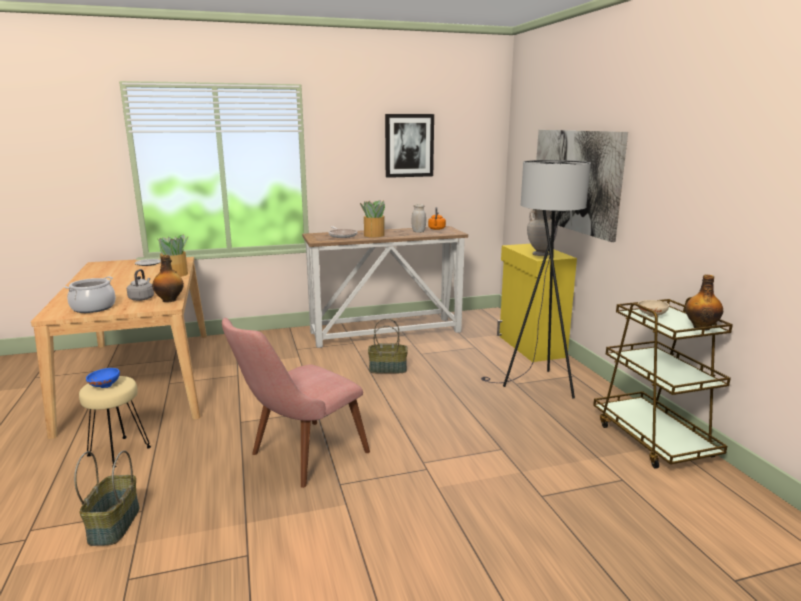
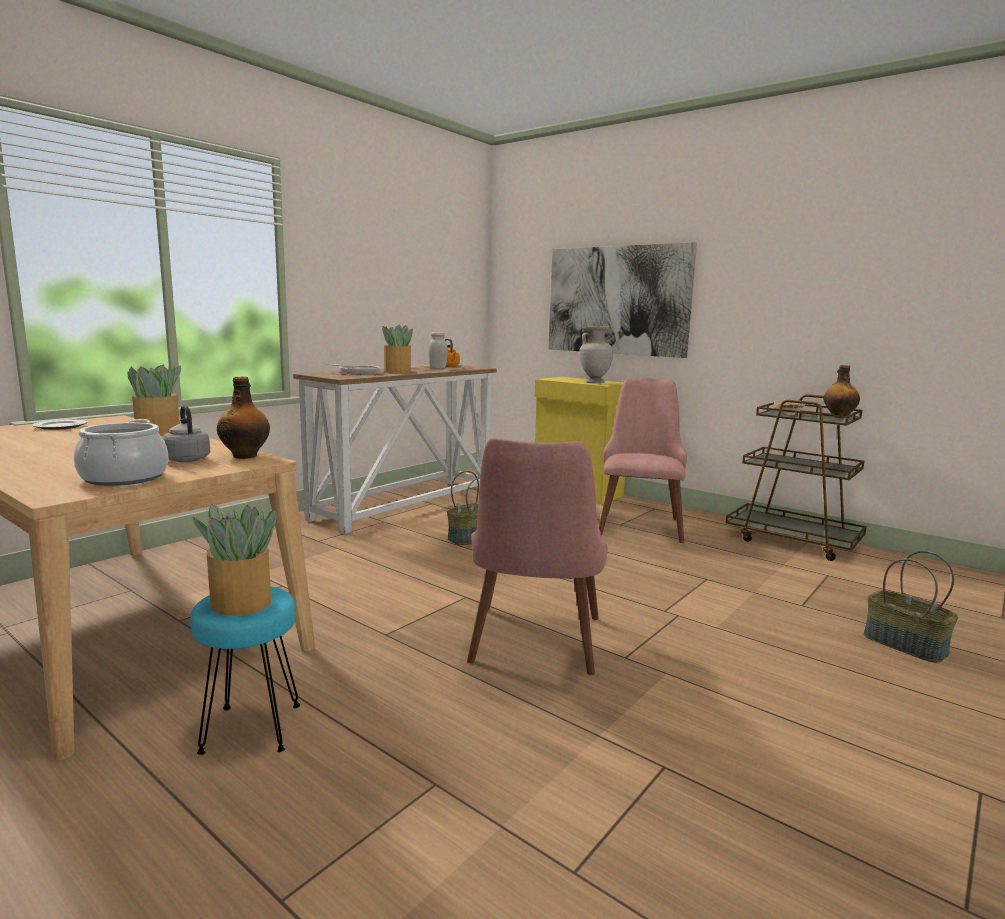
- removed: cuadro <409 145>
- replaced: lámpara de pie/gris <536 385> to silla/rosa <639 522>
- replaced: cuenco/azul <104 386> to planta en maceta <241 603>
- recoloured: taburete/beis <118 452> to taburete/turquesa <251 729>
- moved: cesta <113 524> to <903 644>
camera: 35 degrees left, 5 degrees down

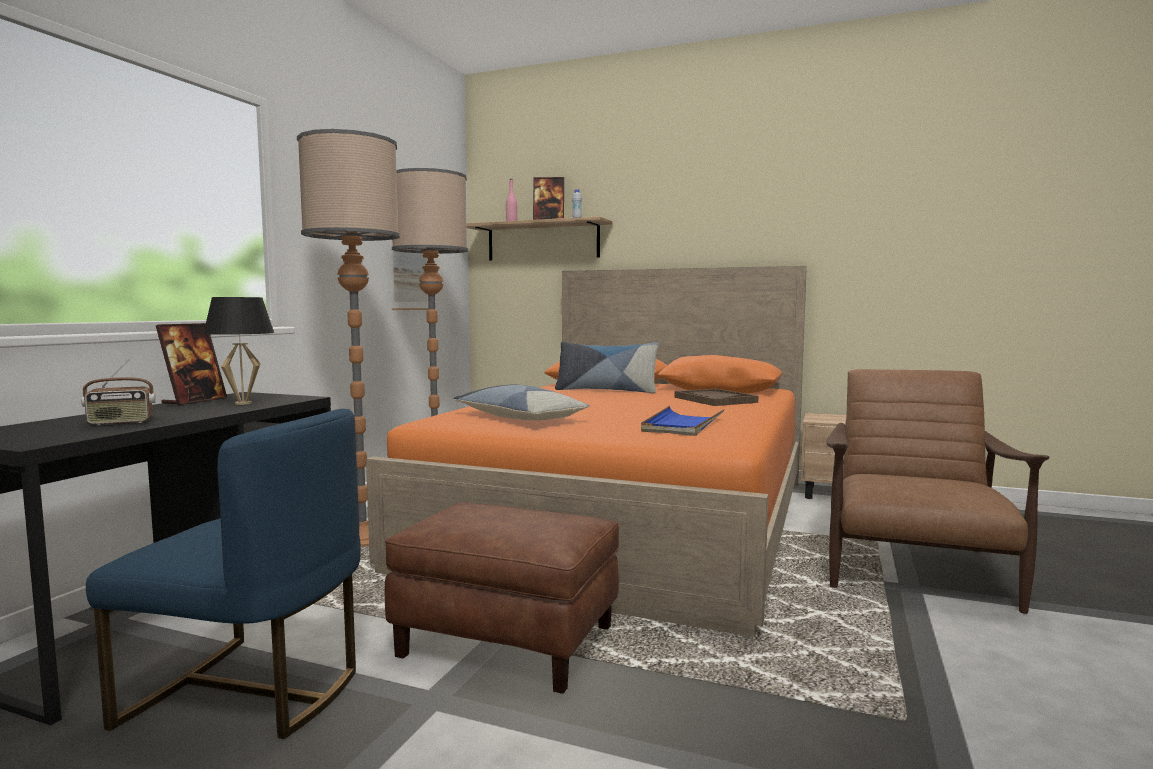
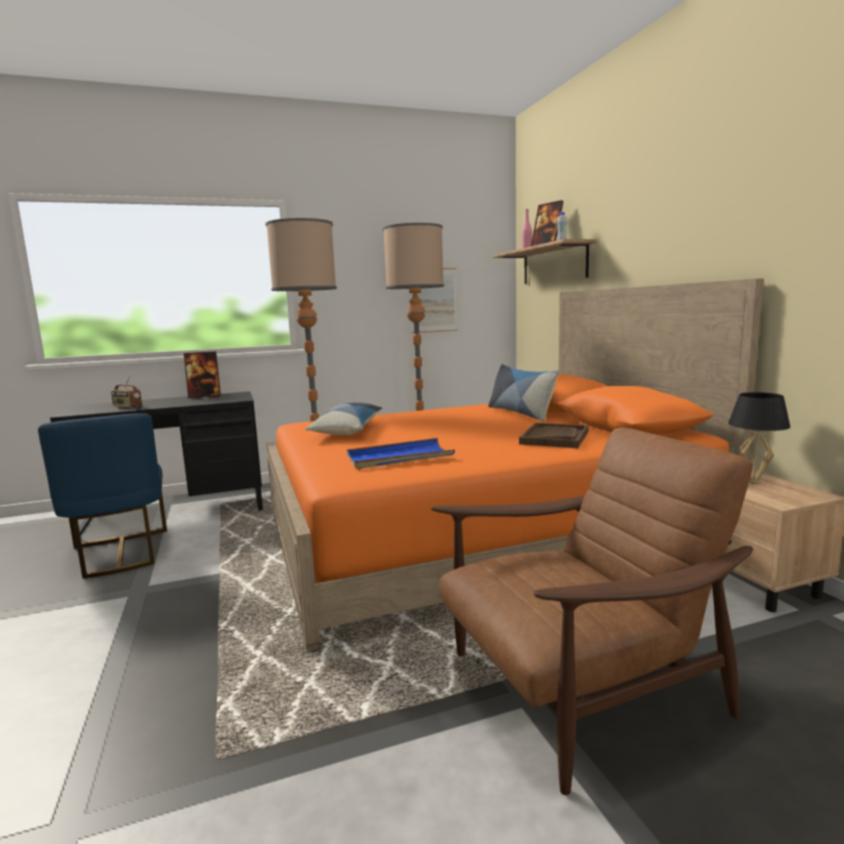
- moved: lámpara de mesa/negro <243 403> to <753 482>
- removed: puf/marrón <508 641>
camera: 50 degrees right, 5 degrees up

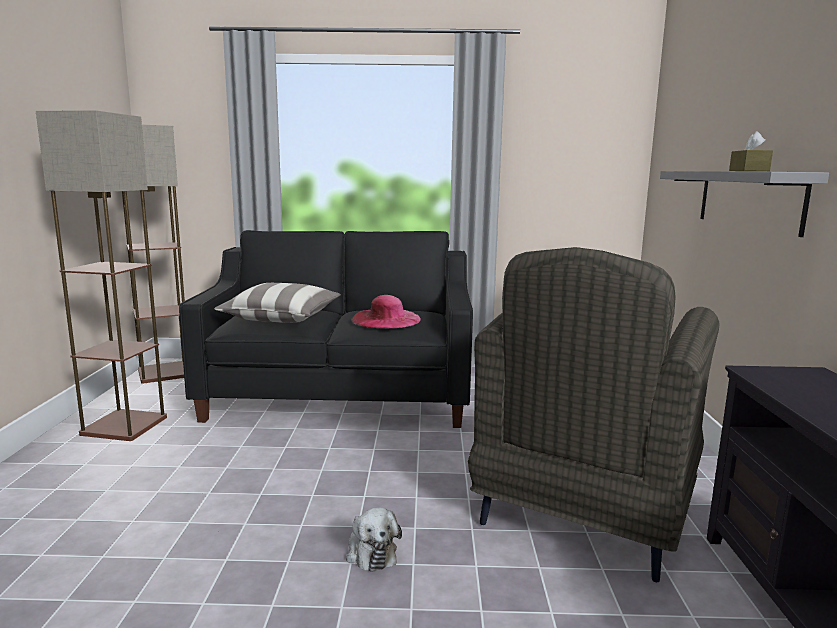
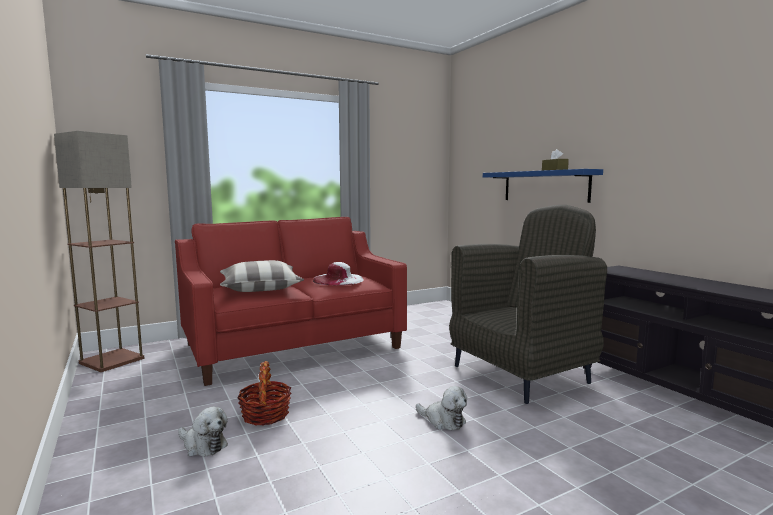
- removed: lámpara de pie <124 425>
- recoloured: estante/gris <748 199> to estante/azul <544 186>
- recoloured: sofá/negro <341 394> to sofá/rojo <292 346>
- turned: sillón/gris <582 517> = <521 374> 120 degrees counterclockwise
- recoloured: sombrero/rosa <386 319> to sombrero/blanco <338 280>
- added: cesta <265 415>
- added: peluche <203 445>
camera: 30 degrees left, 5 degrees down

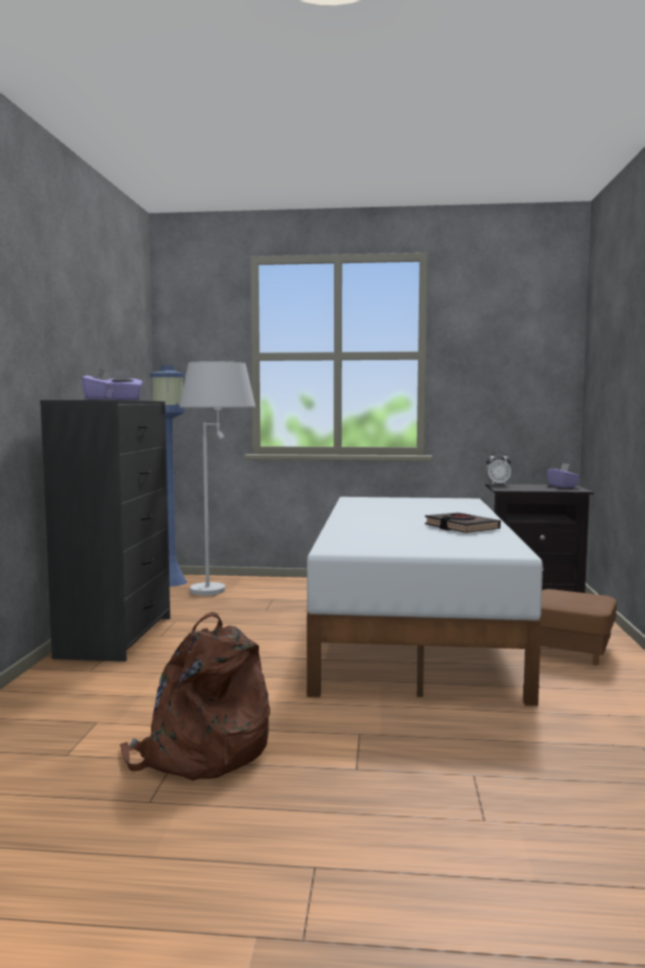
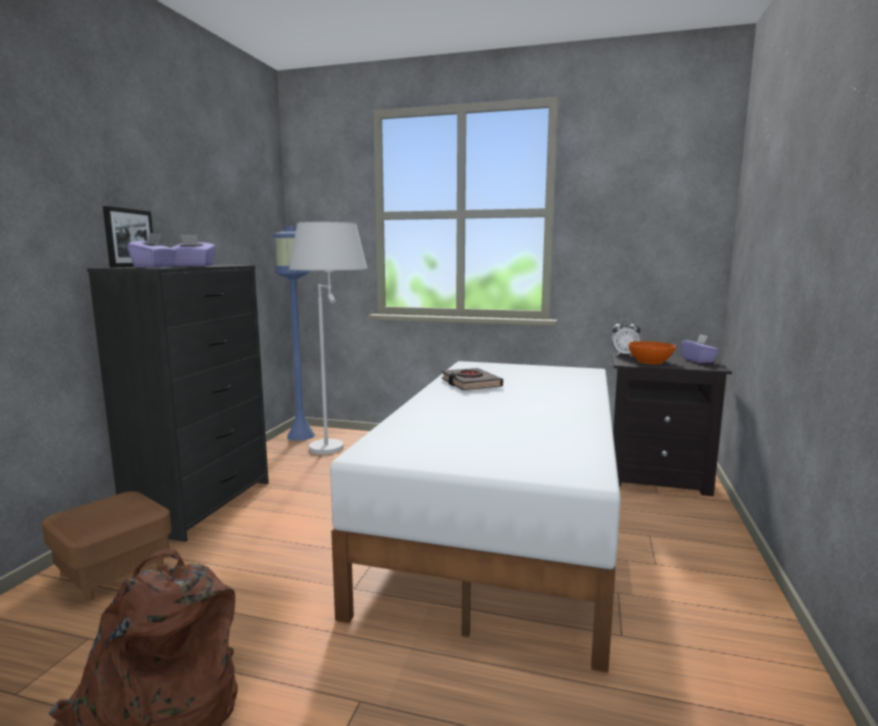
- moved: libro/negro <461 528> to <470 383>
- moved: puf/marrón <571 650> to <114 571>
- added: portarretratos <134 266>
- added: cuenco/naranja <650 362>
camera: 10 degrees right, 5 degrees up

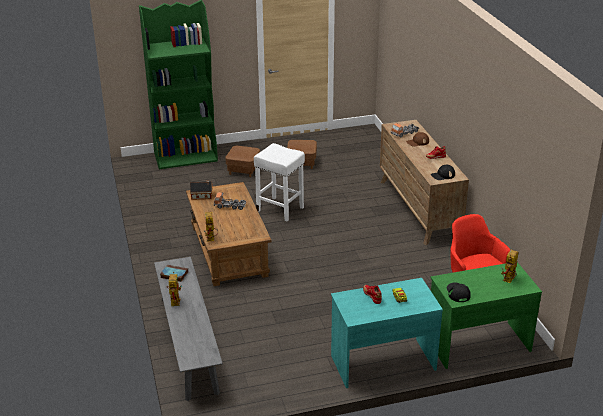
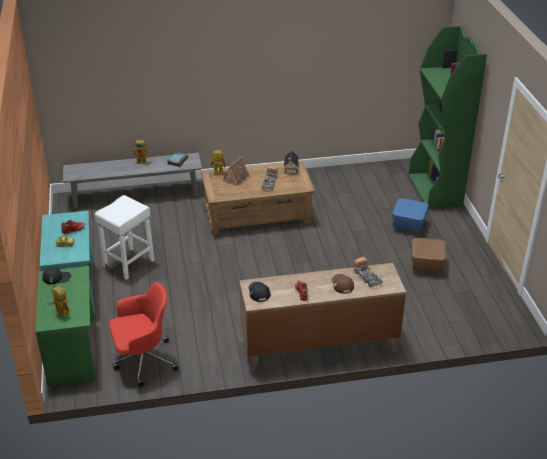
- moved: taburete/blanco <281 209> to <128 264>
- recoloured: puf/marrón <243 170> to puf/azul <408 225>
- added: casita <237 178>
camera: 95 degrees right, 5 degrees up

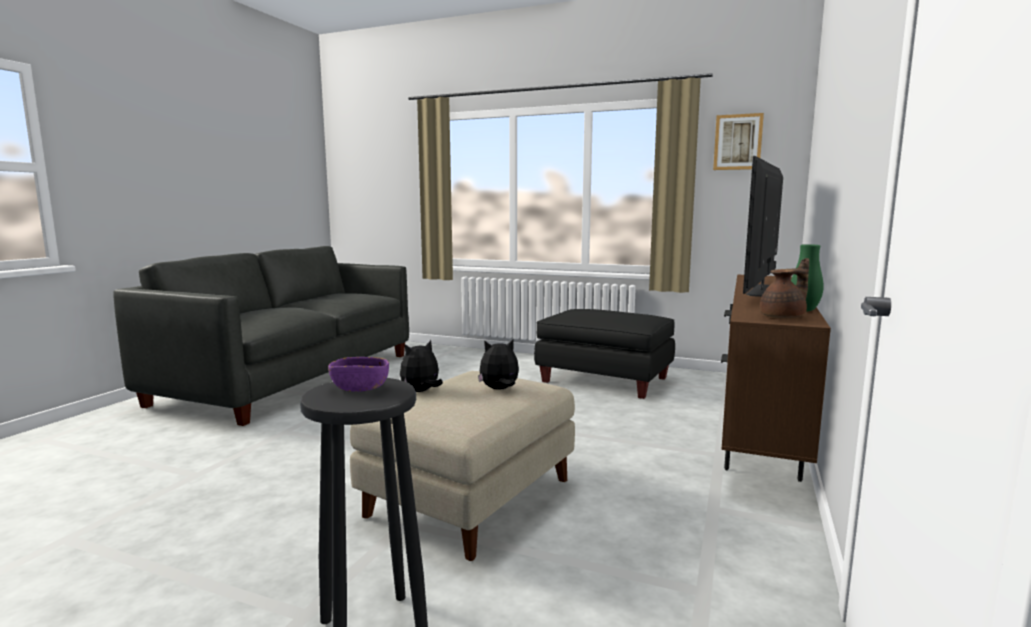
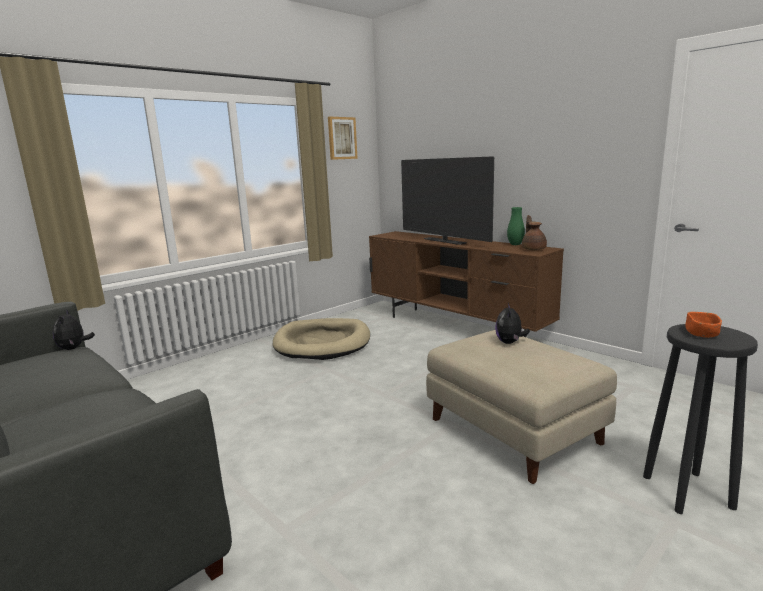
- replaced: puf/negro <605 380> to cama para perro/beis <322 343>
- moved: peluche <421 392> to <74 348>
- recoloured: cuenco/morado <360 388> to cuenco/naranja <701 334>
camera: 65 degrees left, 5 degrees up

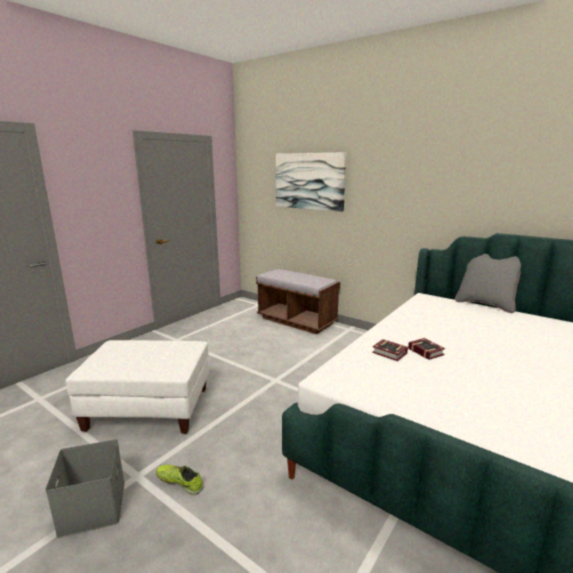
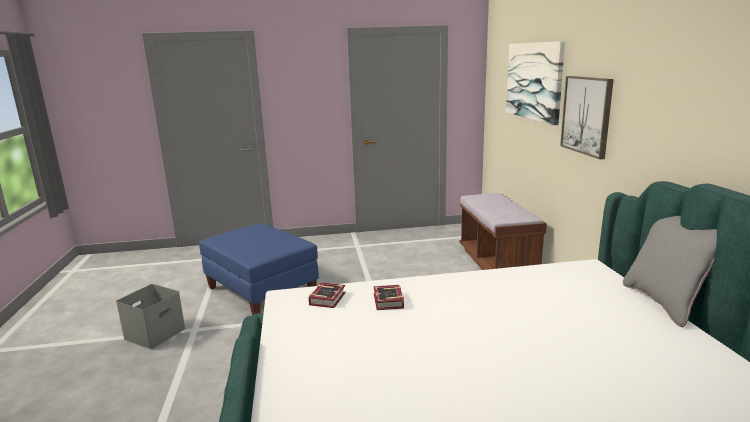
- moved: libro <425 351> to <329 298>
- recoloured: puf/blanco <149 409> to puf/azul <261 291>
- removed: zapato <179 482>
- added: cuadro <587 115>
camera: 45 degrees right, 0 degrees up

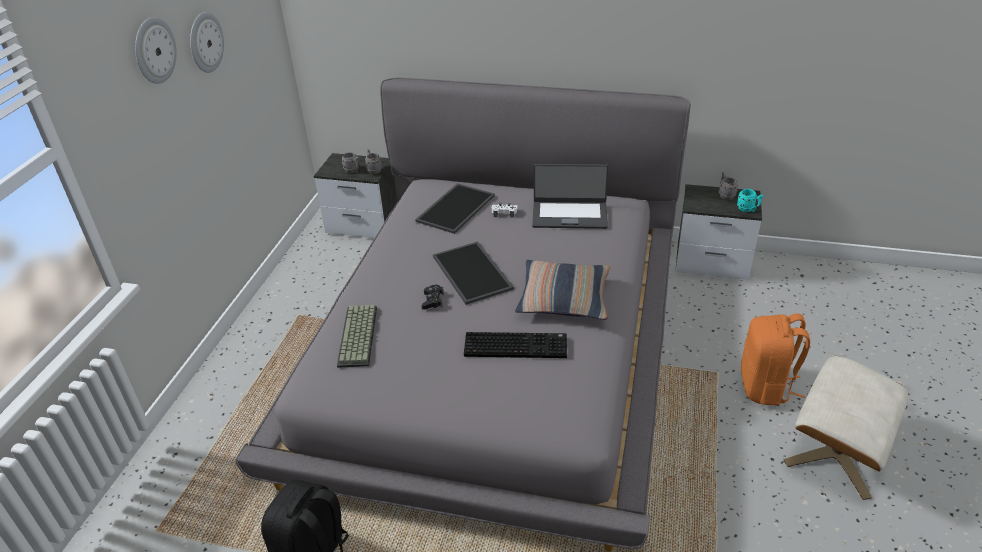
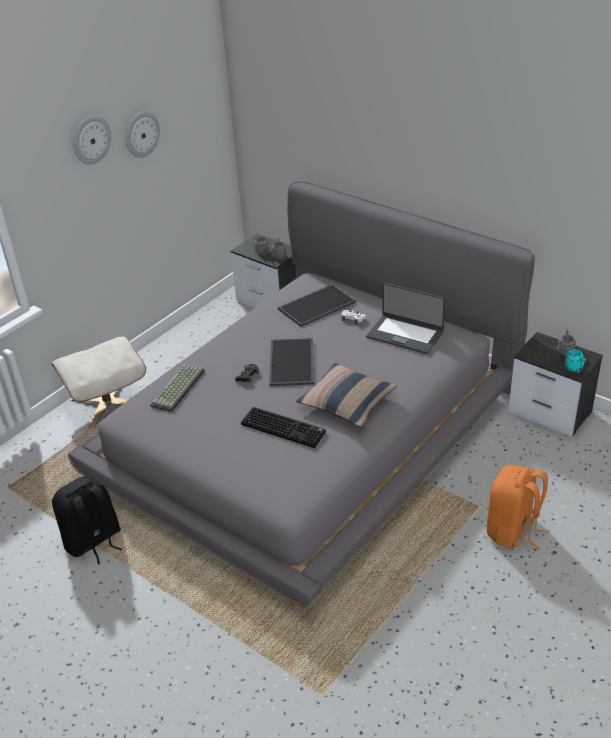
- moved: puf/beis <835 454> to <107 403>
camera: 25 degrees right, 0 degrees up

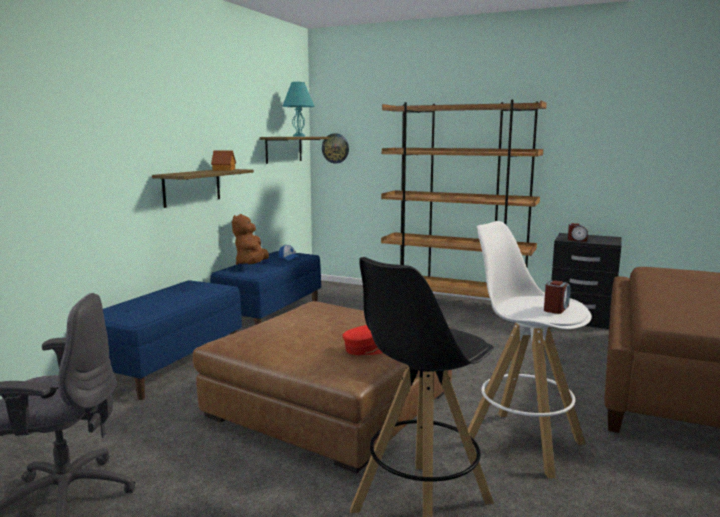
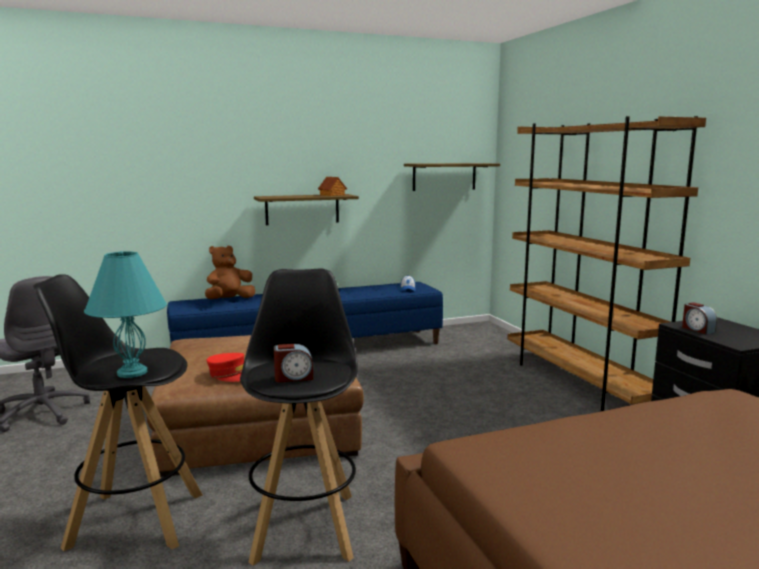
- moved: lámpara de mesa/turquesa <299 136> to <133 372>
- removed: reloj de pared <335 148>
- moved: peluche/marrón <252 264> to <229 300>
- recoloured: taburete/blanco <522 442> to taburete/negro <305 525>
camera: 45 degrees right, 0 degrees up

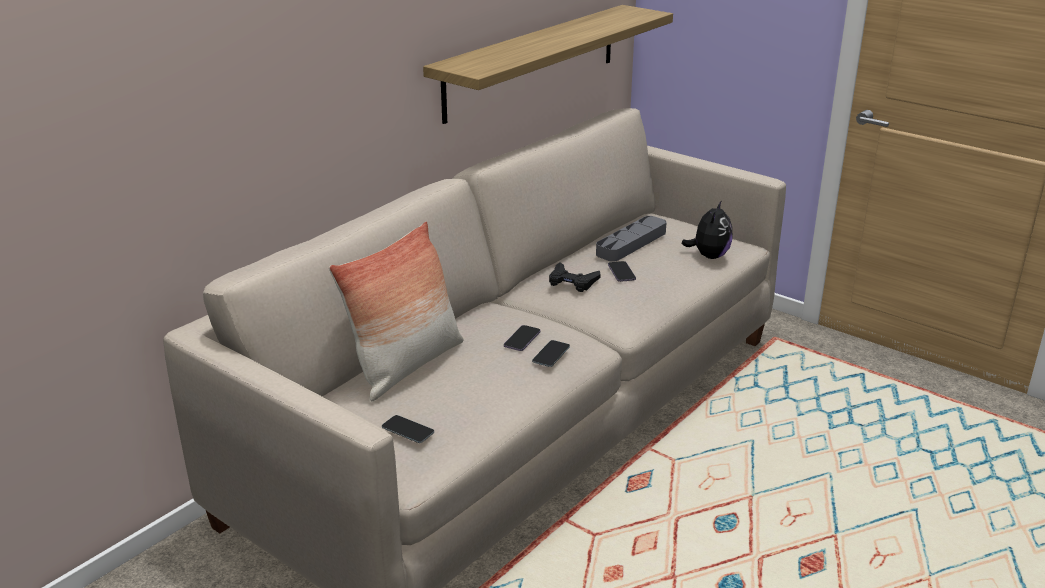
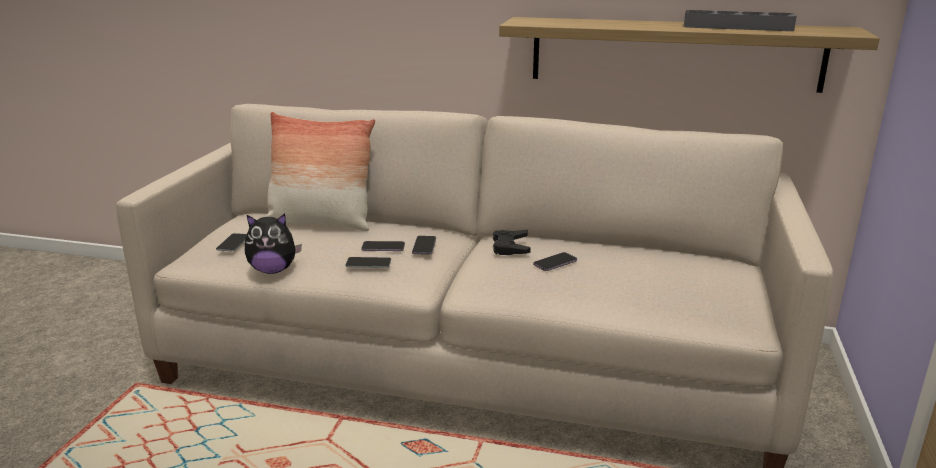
- moved: peluche <709 256> to <273 270>
- moved: bandeja/gris <631 243> to <737 27>
- added: móvil <424 246>
camera: 65 degrees right, 5 degrees down

